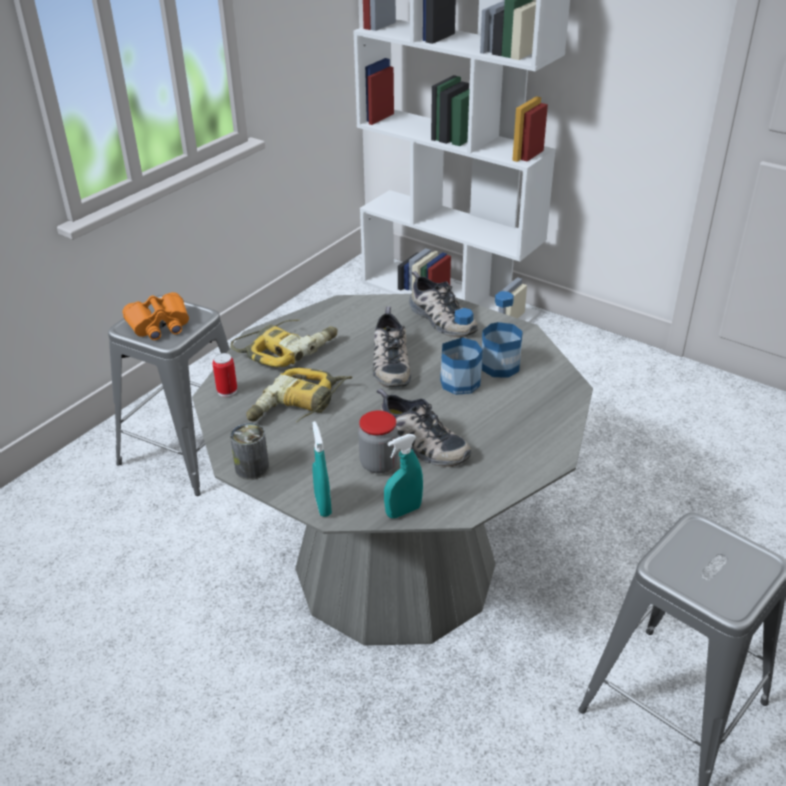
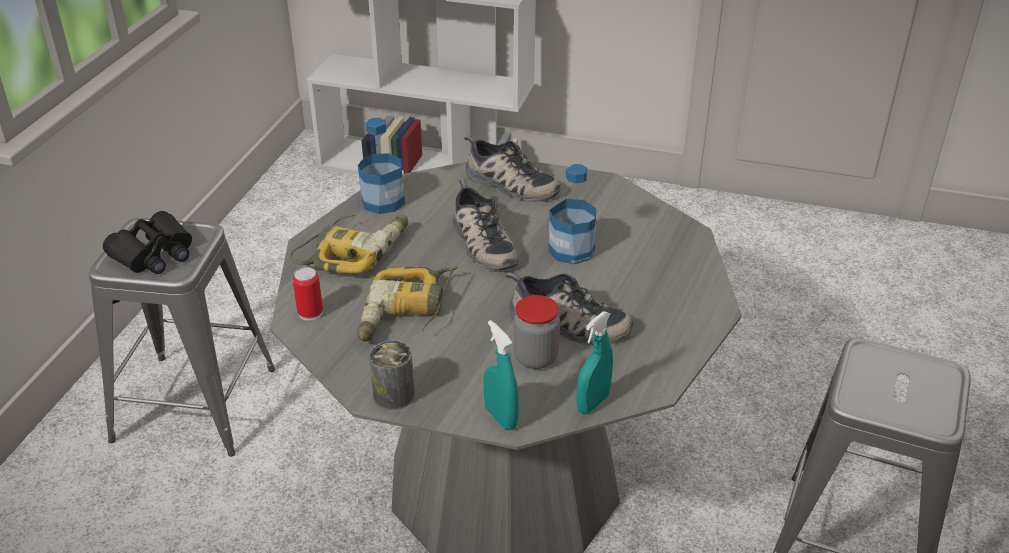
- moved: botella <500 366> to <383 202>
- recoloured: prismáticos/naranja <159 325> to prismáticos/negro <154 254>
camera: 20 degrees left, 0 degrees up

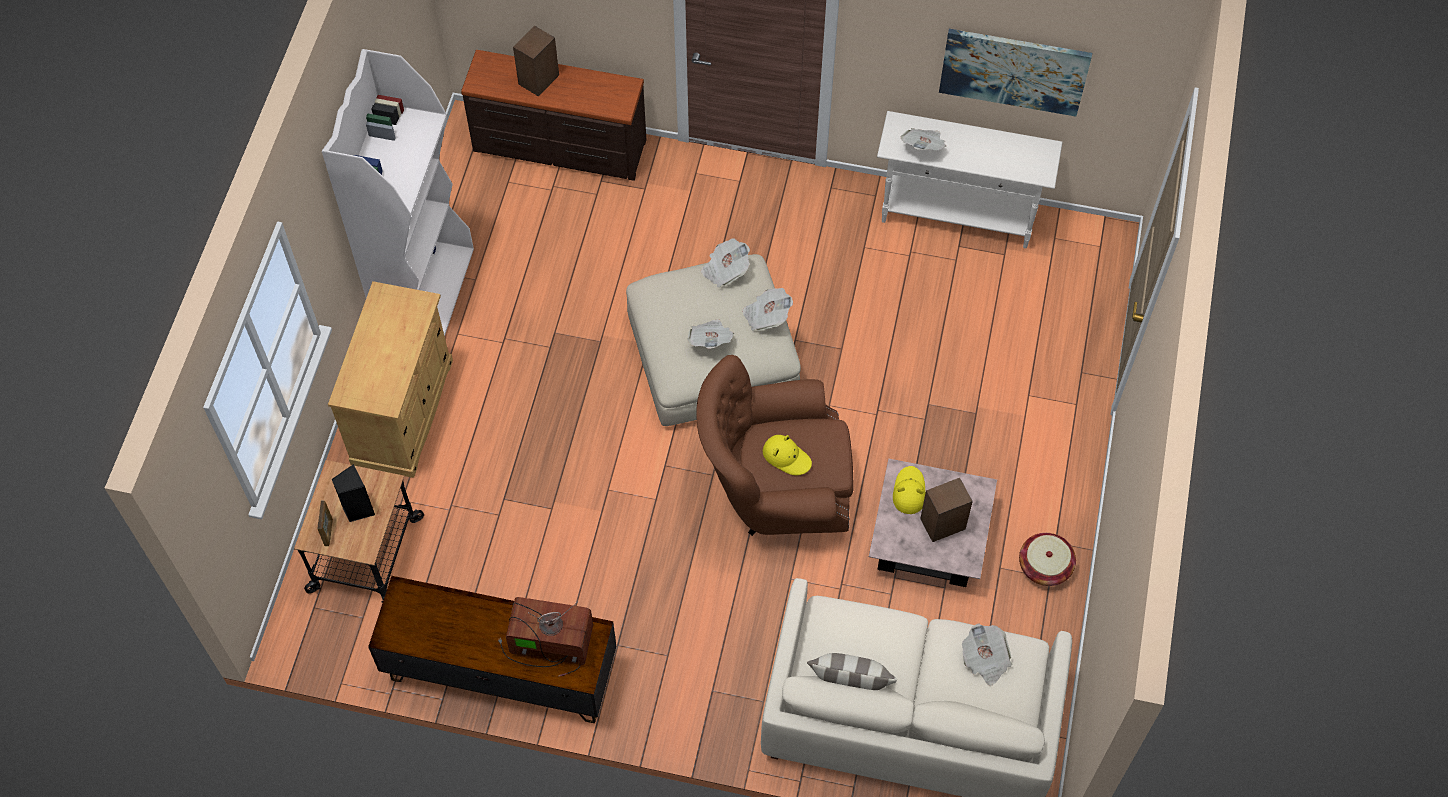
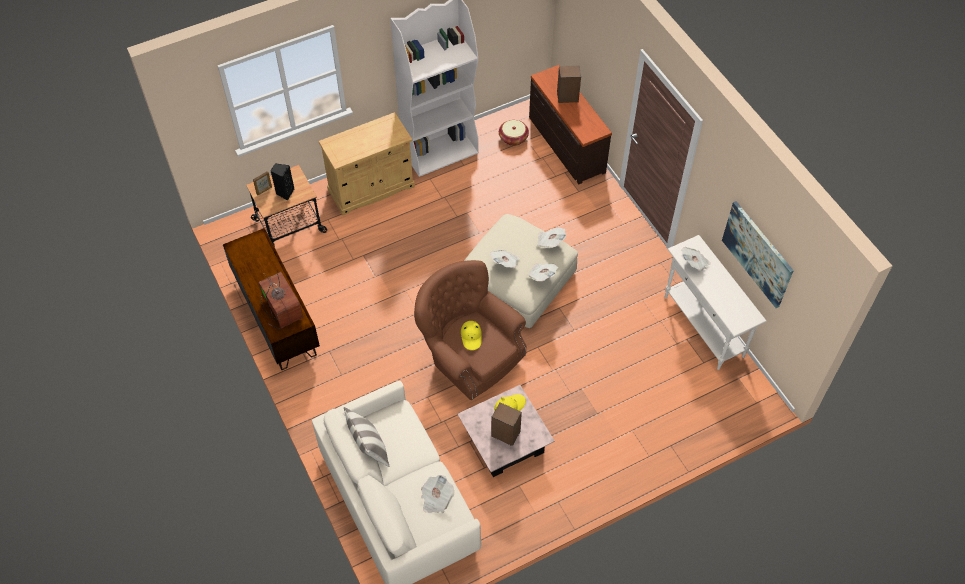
- moved: cesta <1044 566> to <513 138>
camera: 50 degrees right, 5 degrees down

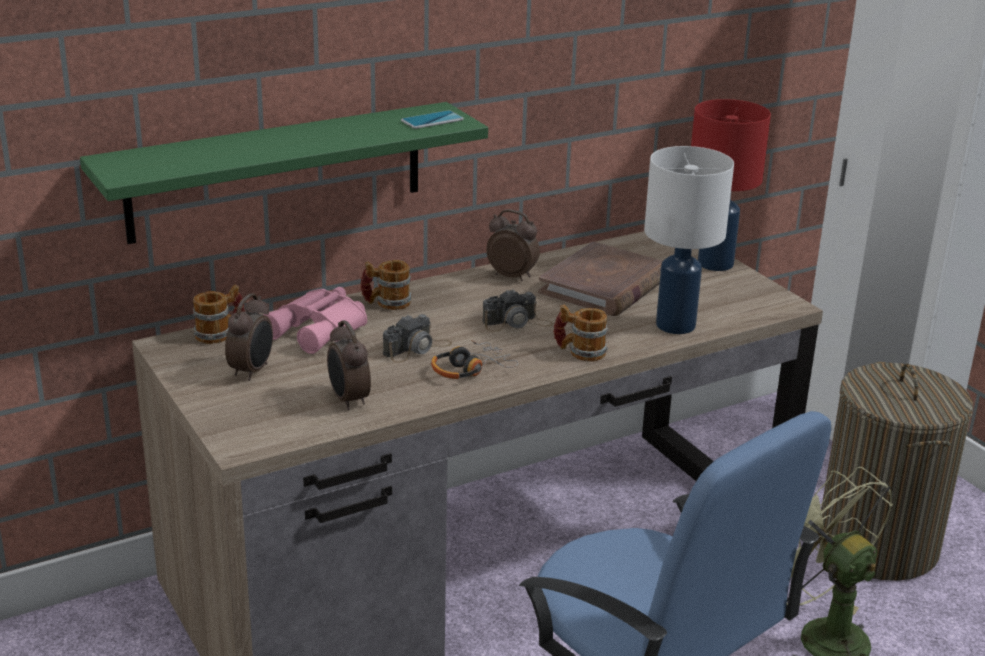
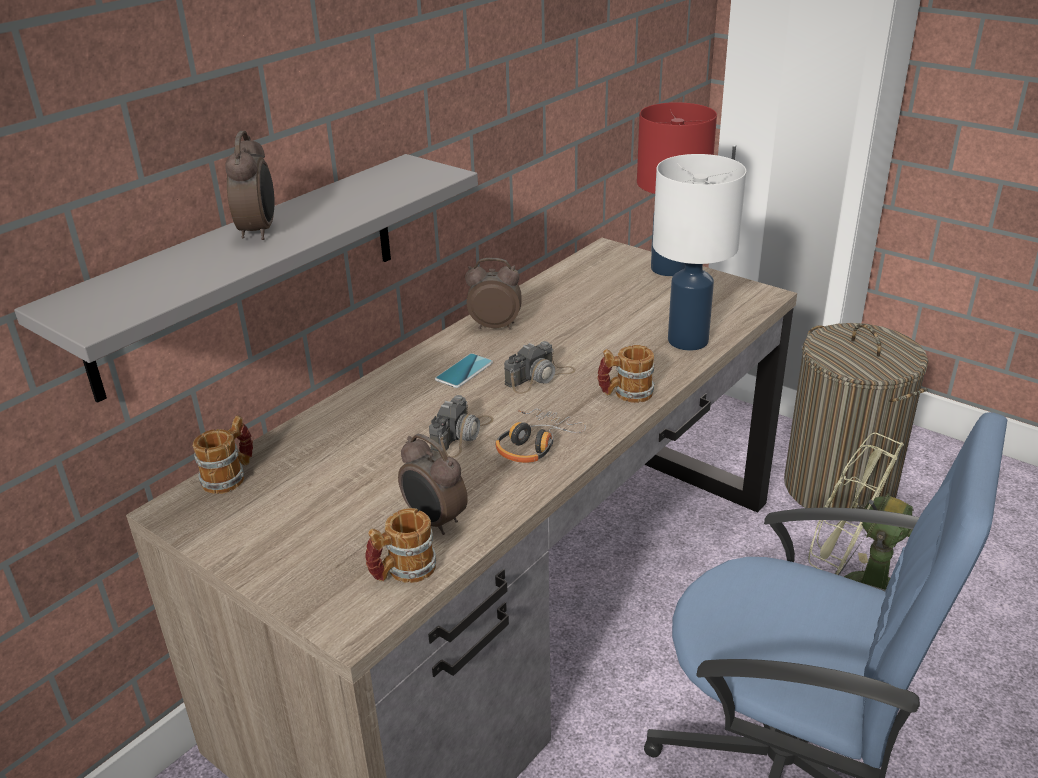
- recoloured: estante/verde <277 172> to estante/gris <250 271>
- moved: móvil <432 121> to <464 371>
- removed: libro/marrón <604 286>
- moved: taza grande <386 303> to <402 571>
- removed: prismáticos/rosa <319 330>
- moved: despertador <252 371> to <259 231>
camera: 20 degrees left, 5 degrees up

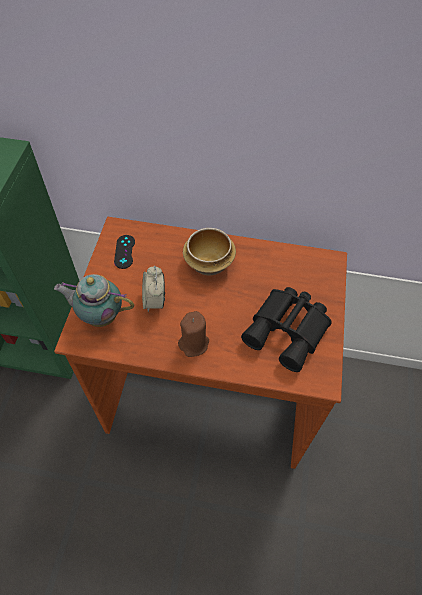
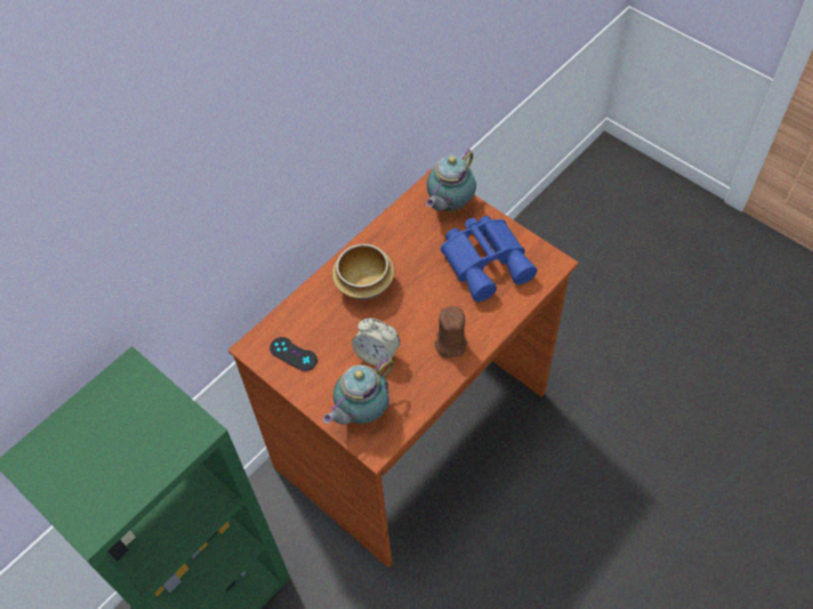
- recoloured: prismáticos/negro <289 331> to prismáticos/azul <487 260>
- added: tetera <449 205>
camera: 55 degrees left, 0 degrees up

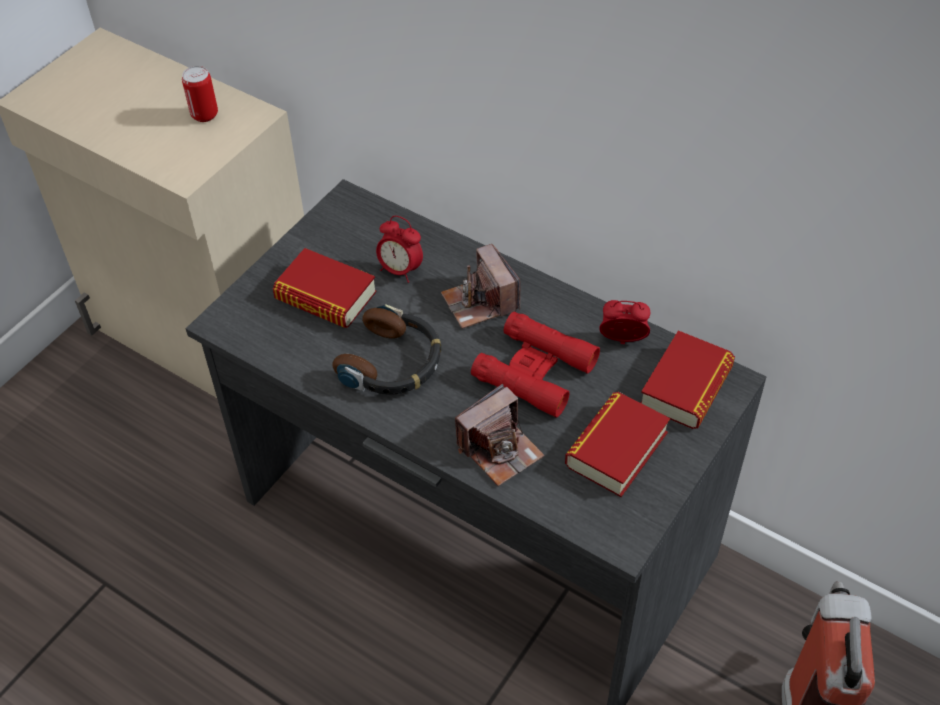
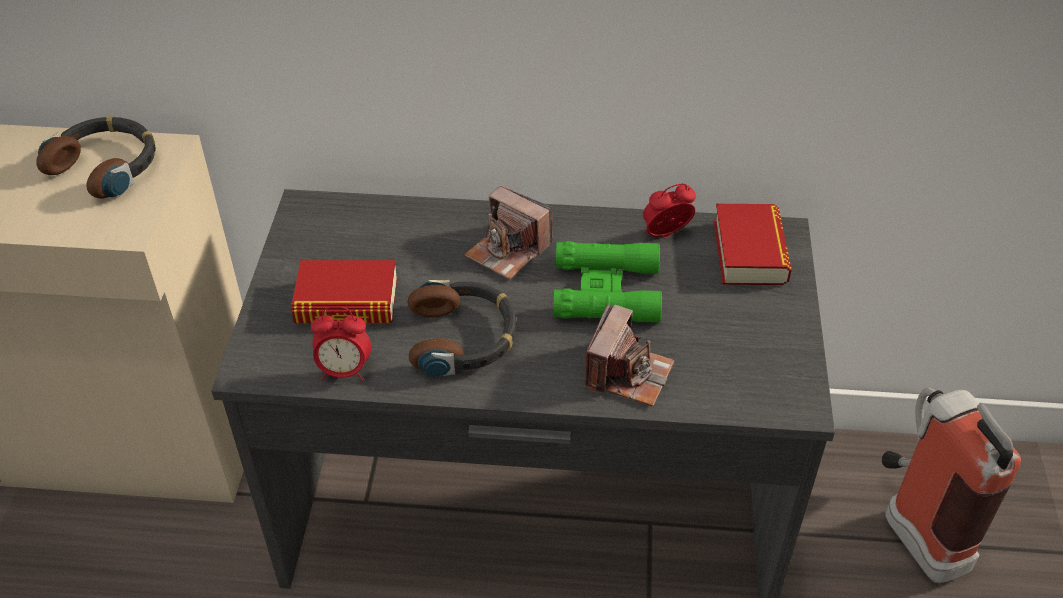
- replaced: lata <204 115> to auriculares <106 165>
- moved: despertador <400 270> to <344 371>
- recoloured: prismáticos/rojo <534 371> to prismáticos/verde <606 291>
- removed: libro <616 449>
camera: 30 degrees left, 5 degrees down

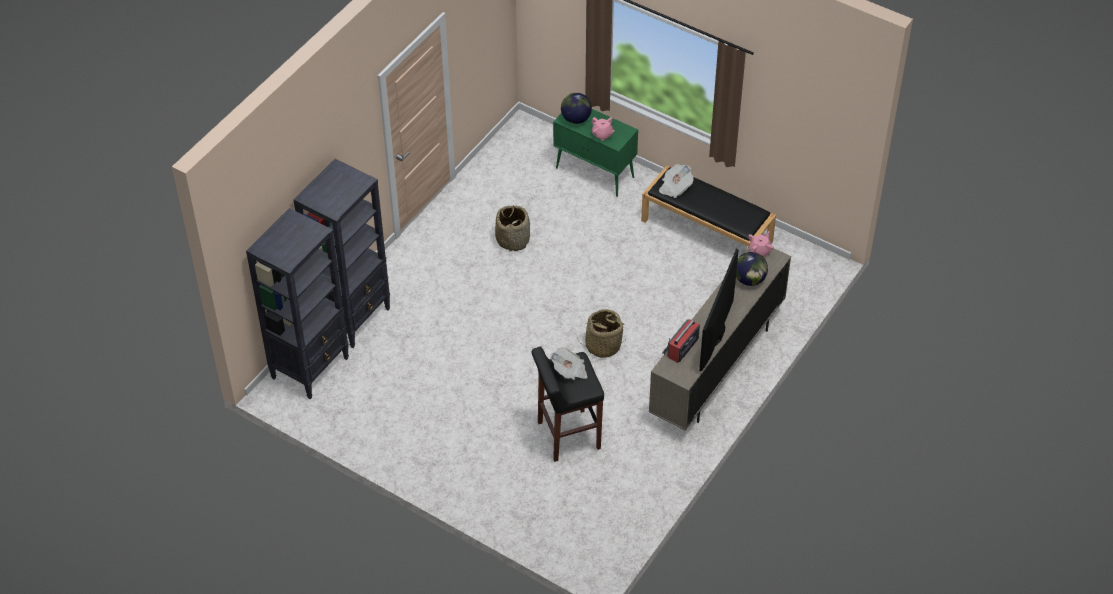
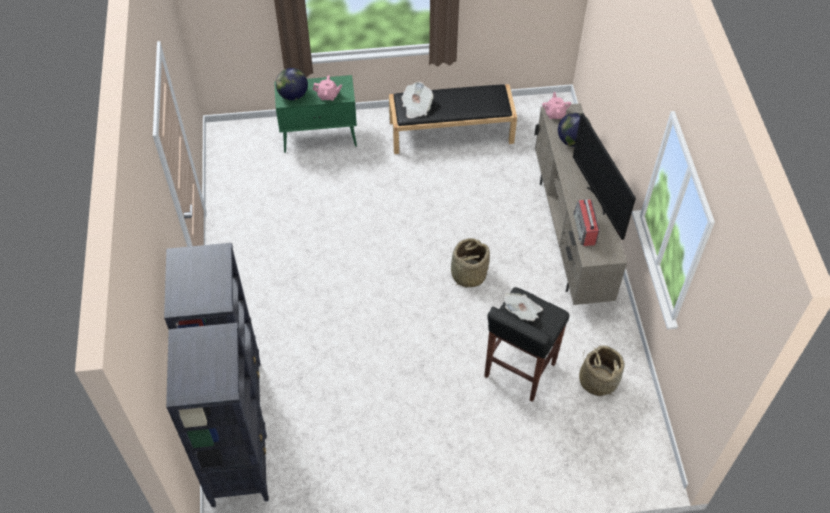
- moved: cesta <513 239> to <598 380>
camera: 40 degrees left, 5 degrees up

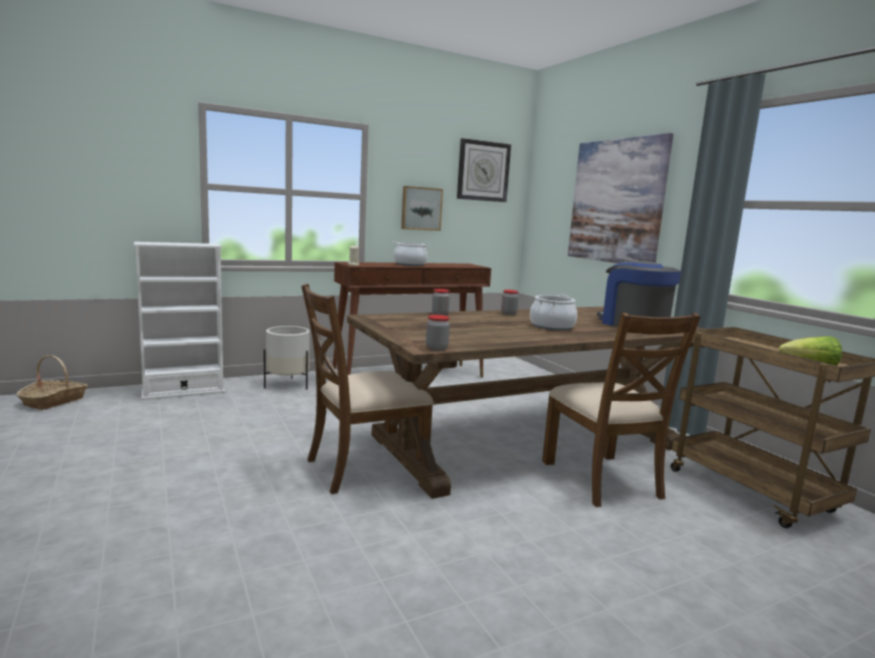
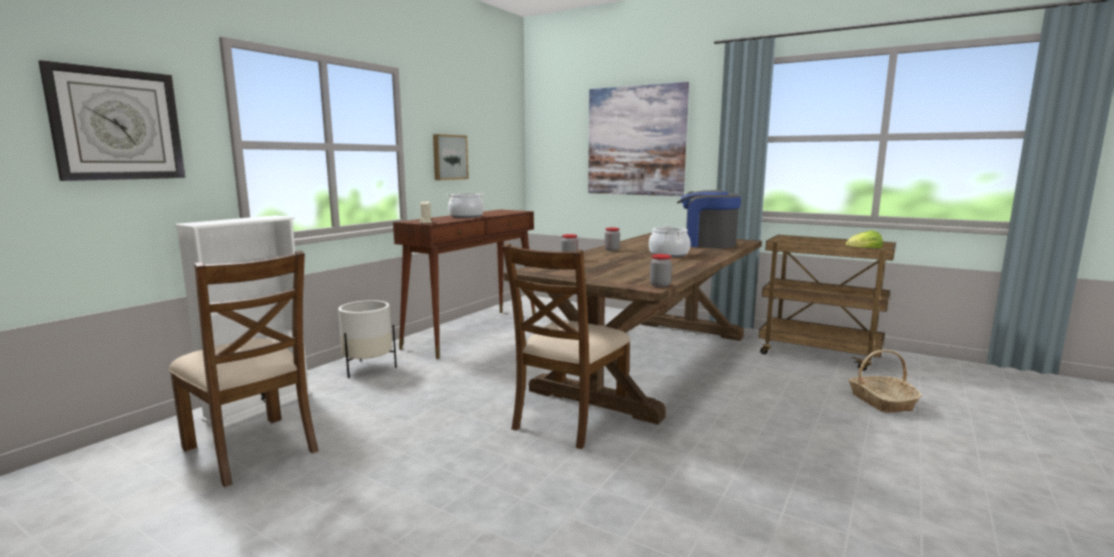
- moved: reloj de pared <483 171> to <117 125>
- moved: silla/marrón <602 479> to <252 449>
- moved: cesta <54 401> to <881 401>
camera: 30 degrees left, 0 degrees up

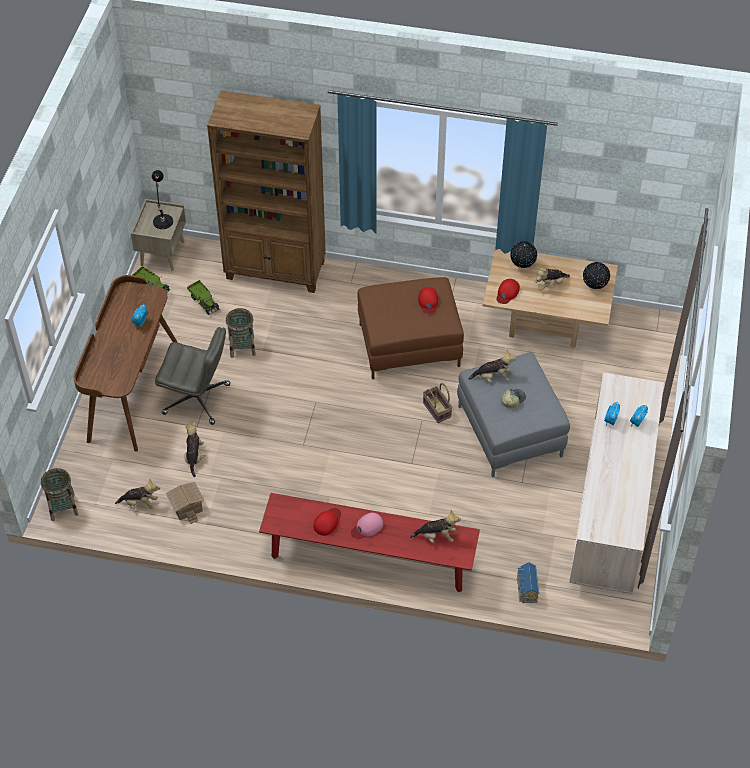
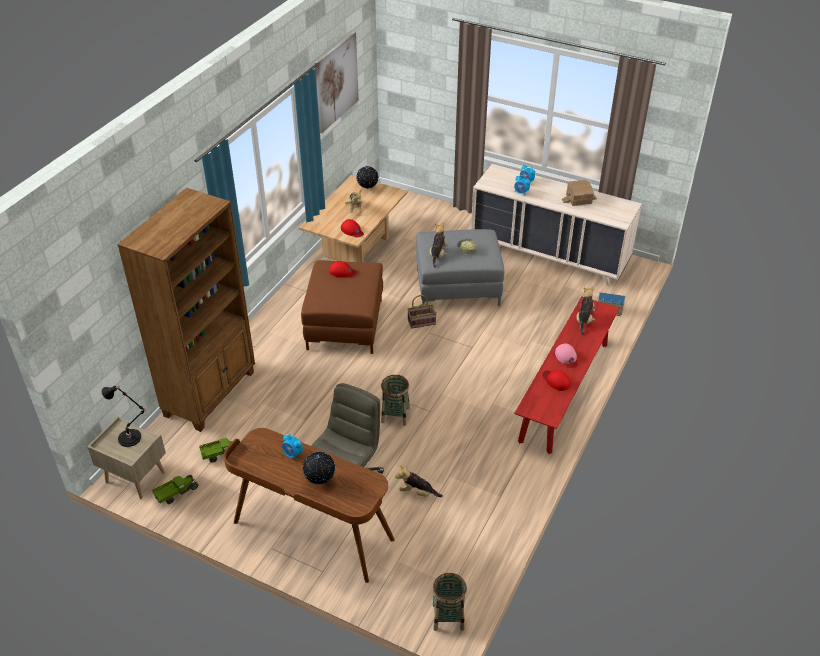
- moved: globo terráqueo <522 266> to <320 481>
- moved: cesta <242 347> to <395 415>
- removed: peluche <140 504>
- moved: casita <185 506> to <579 199>
- added: cuadro <336 82>
camera: 75 degrees left, 10 degrees down

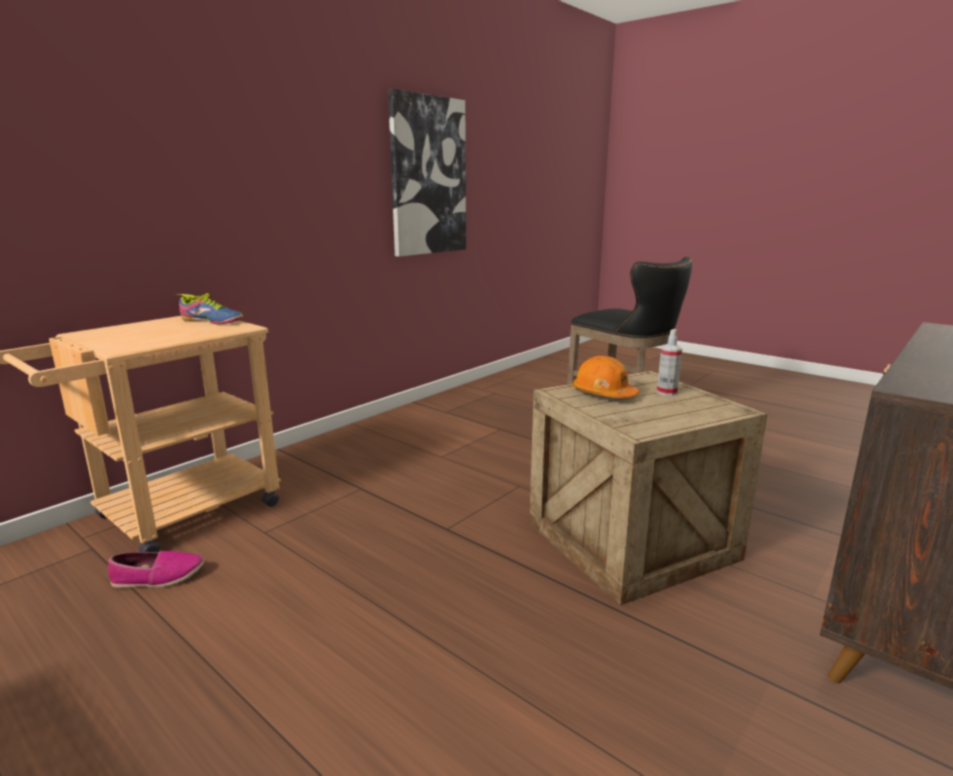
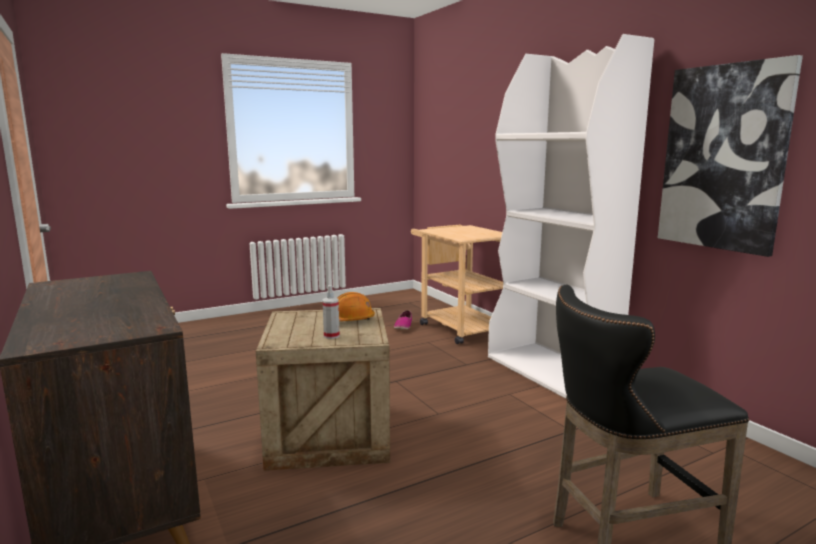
- removed: zapato <212 321>
- added: estantería/blanco <552 370>
camera: 110 degrees right, 5 degrees down

